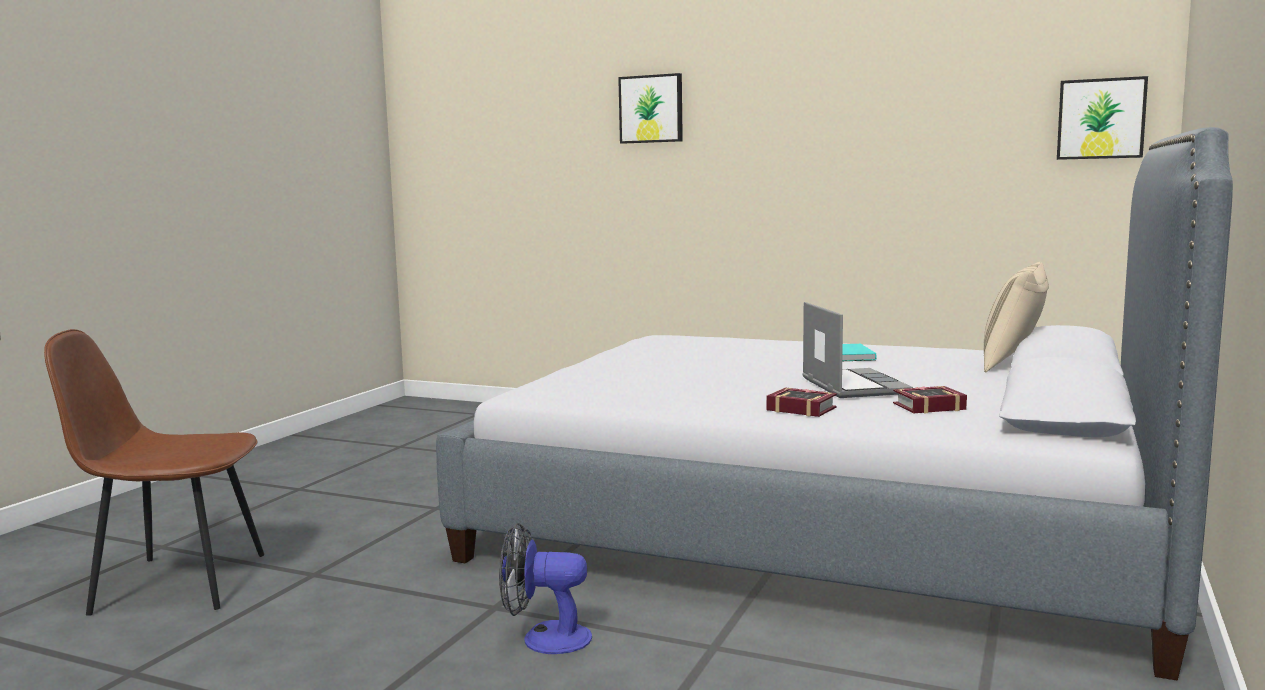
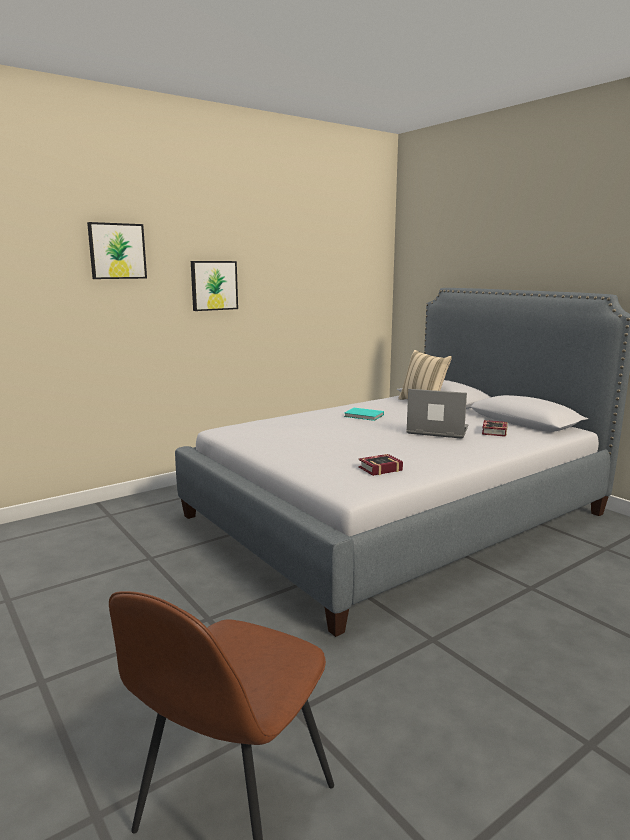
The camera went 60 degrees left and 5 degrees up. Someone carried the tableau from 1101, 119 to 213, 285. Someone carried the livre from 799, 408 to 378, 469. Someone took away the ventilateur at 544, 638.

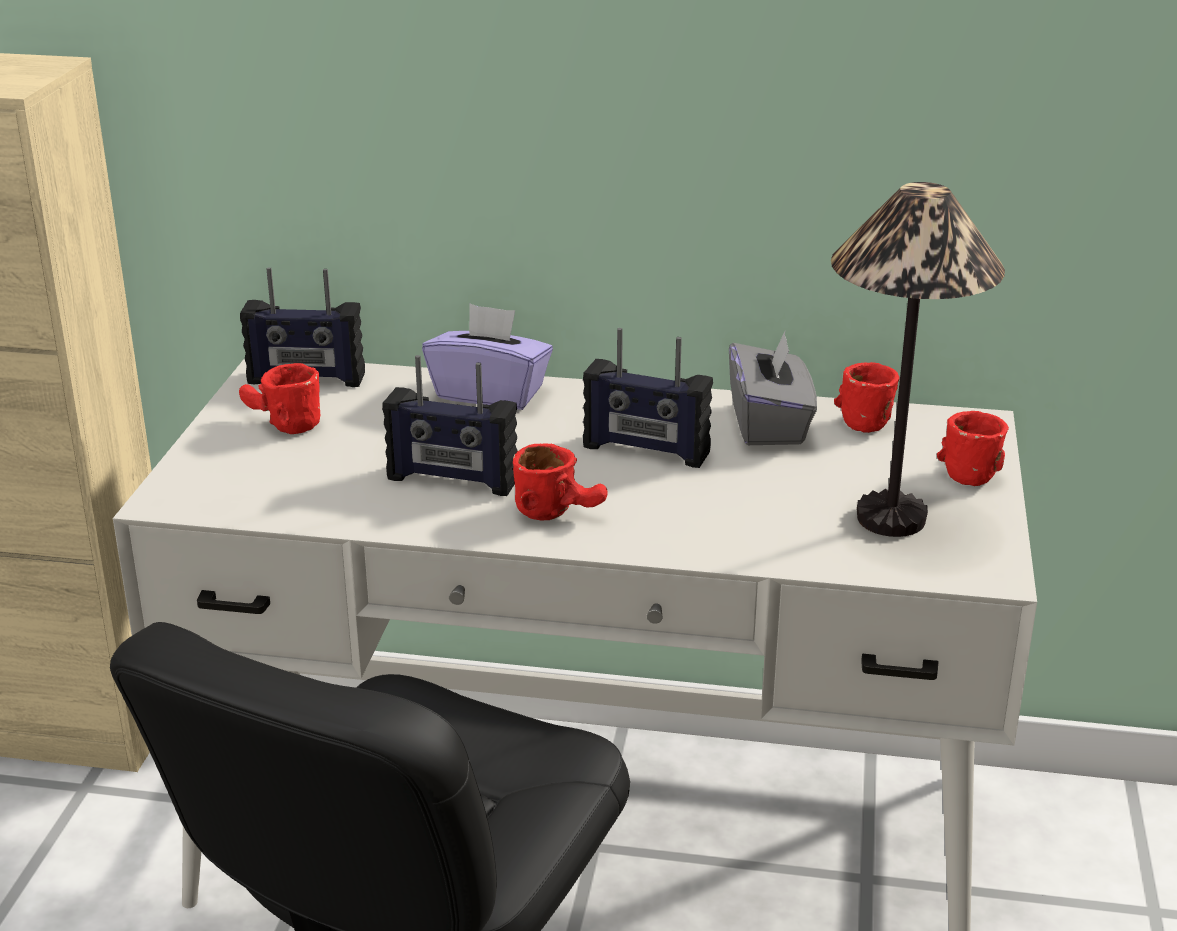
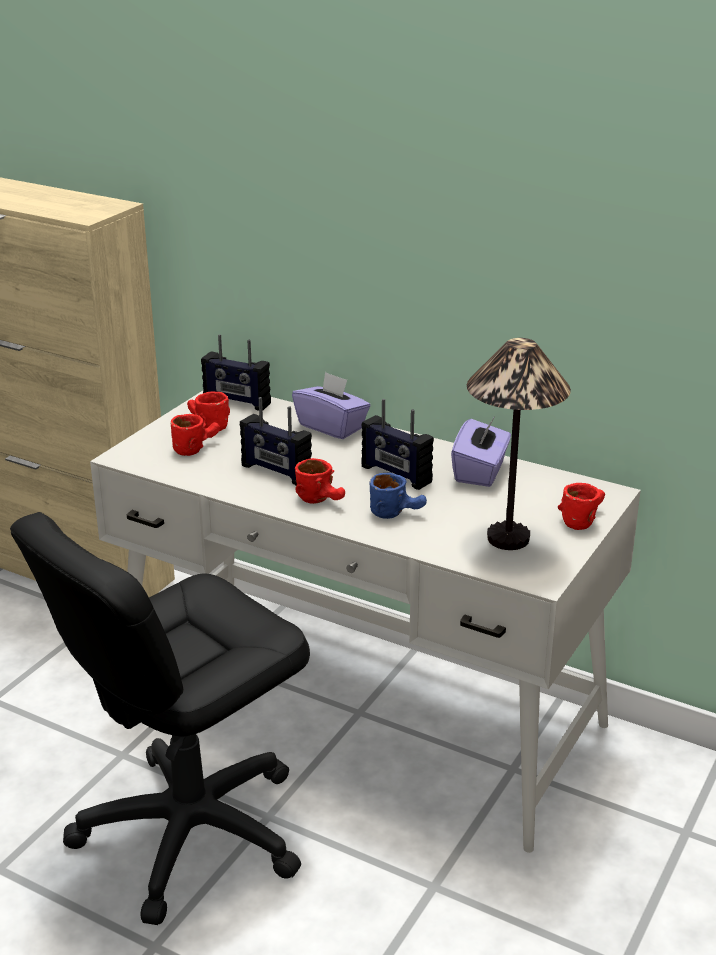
The camera went 20 degrees right and 0 degrees up. Someone carried the mug (rouge) from 869, 416 to 196, 447. Someone put down the mug (bleu) at 397, 512. Someone repainted the boîte à mouchoirs (gris) at 769, 424, which became the boîte à mouchoirs (violet) at 480, 472.

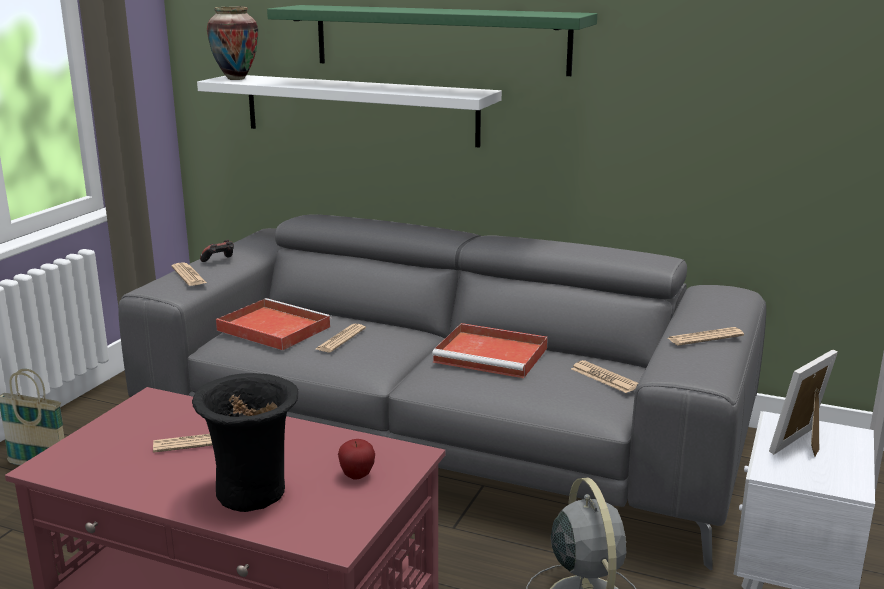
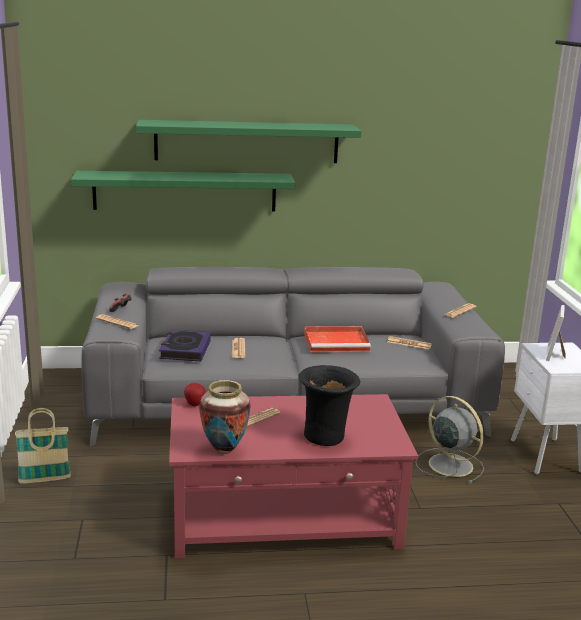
The camera went 30 degrees left and 0 degrees up. Someone repainted the étagère (blanc) at 359, 109, which became the étagère (vert) at 185, 191. Someone swapped the plateau (rouge) at 272, 328 for the livre at 185, 350. Someone carried the pomme from 357, 476 to 194, 404. Someone carried the vase from 236, 79 to 224, 450.

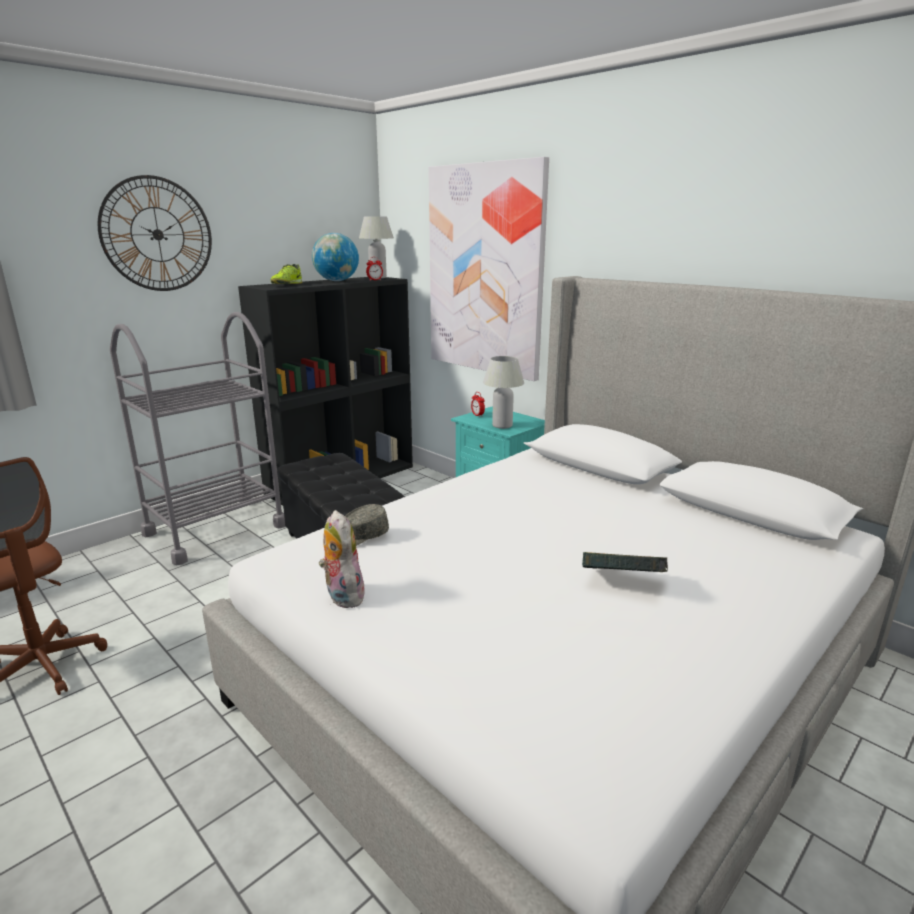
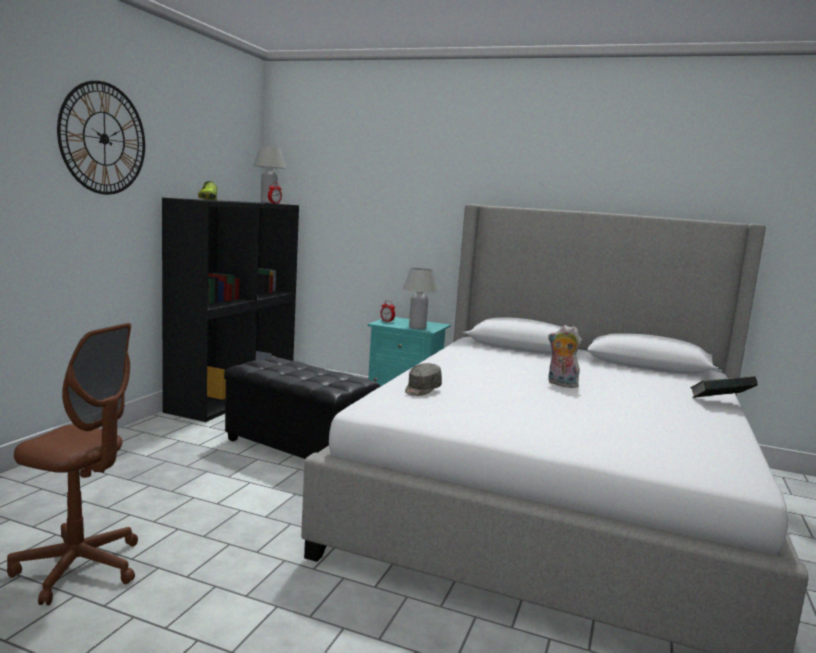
The camera went 25 degrees left and 10 degrees down. Someone carried the peluche from 342, 596 to 560, 384. Someone carried the livre from 622, 583 to 719, 403. Someone took away the chariot (gris) at 215, 529. Someone took away the globe at 336, 281. Someone took away the tableau at 485, 271.

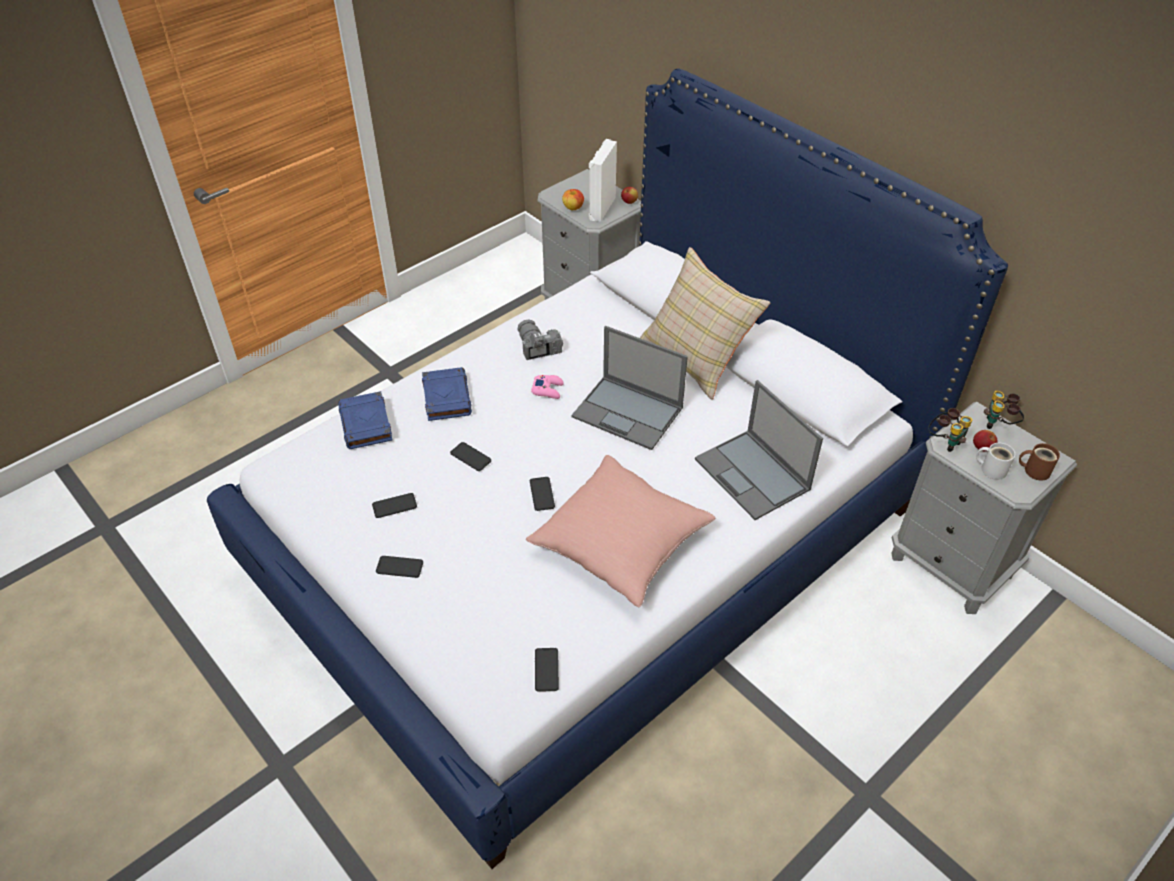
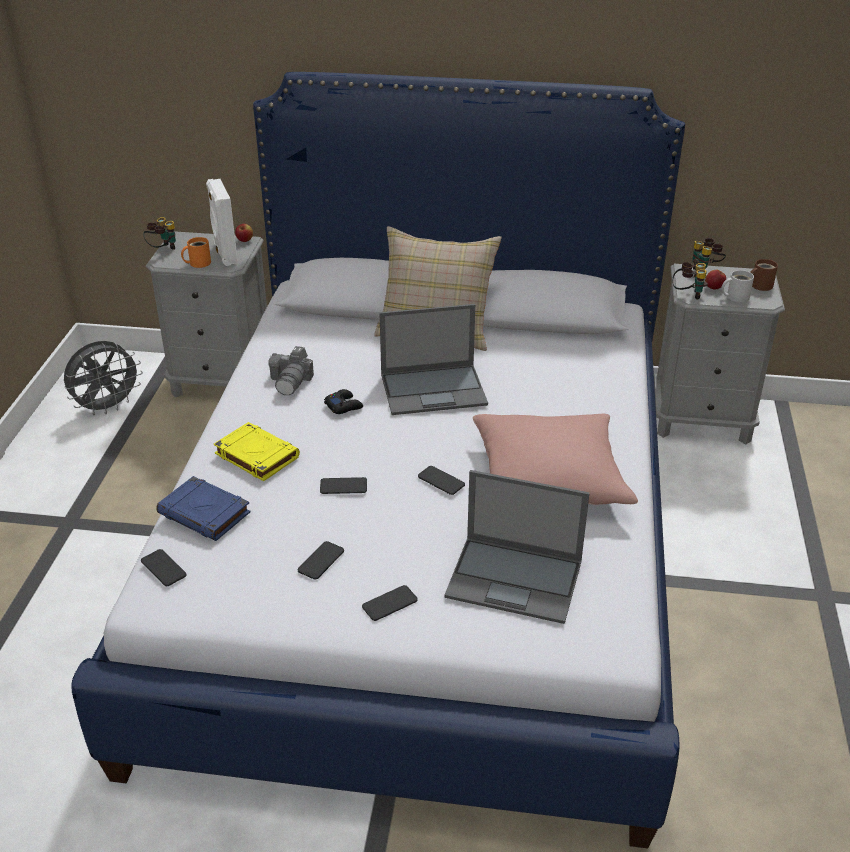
The camera went 40 degrees left and 10 degrees down. Someone put down the ventilateur (gris) at 107, 407. Someone carried the téléphone from 546, 670 to 163, 568. Someone put down the jumelles at 162, 250. Someone swapped the pomme at 573, 208 for the mug (orange) at 198, 263. Someone repainted the livre (bleu) at 446, 397, which became the livre (jaune) at 256, 455. Someone rotated the appareil photo at 537, 348 by 105 degrees counterclockwise. Someone repainted the manette (rose) at 548, 389, which became the manette (noir) at 343, 406. Someone carried the ordinateur portable from 753, 475 to 516, 579.

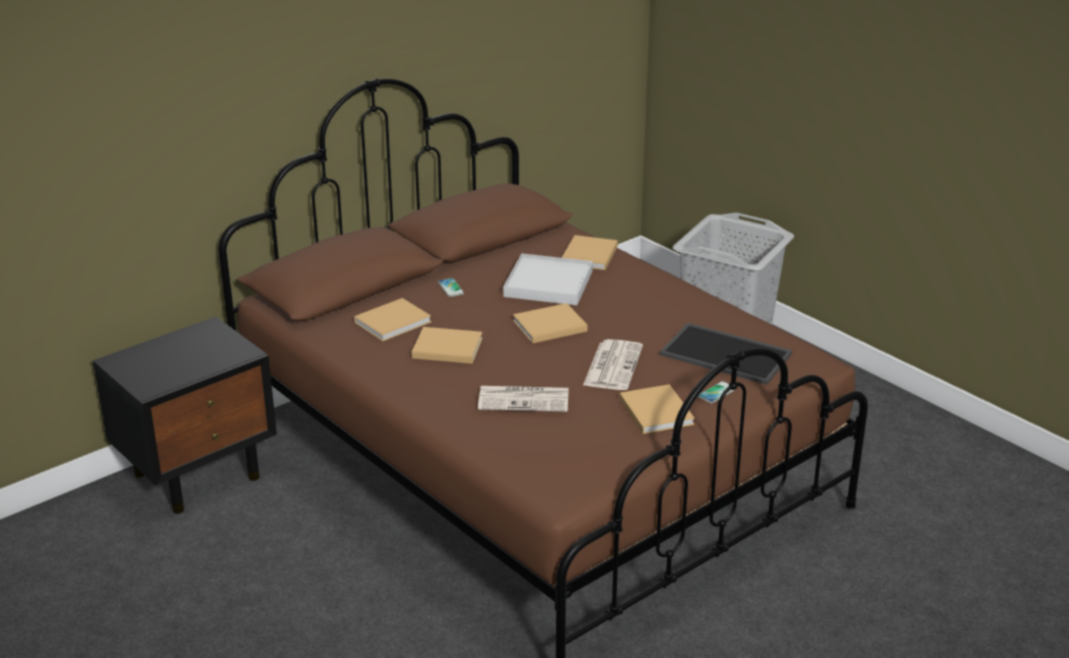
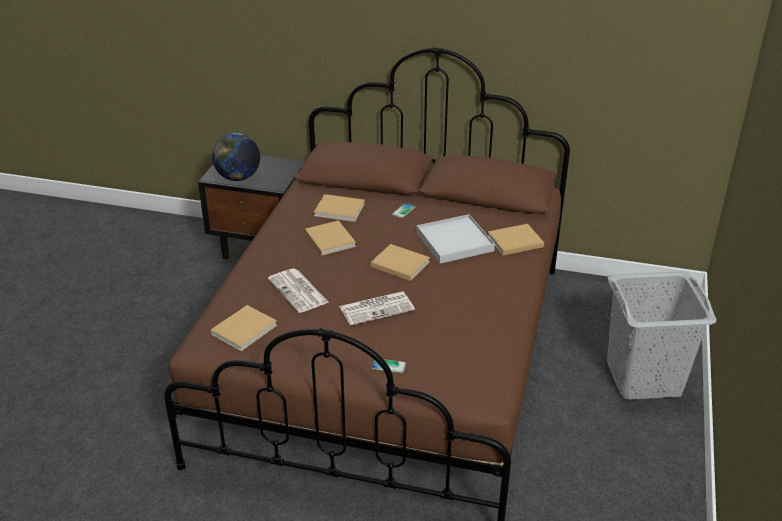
The camera went 55 degrees right and 5 degrees up. Someone carried the livre (beige) from 655, 410 to 245, 329. Someone put down the globe at 238, 178. Someone took away the plateau at 727, 353.

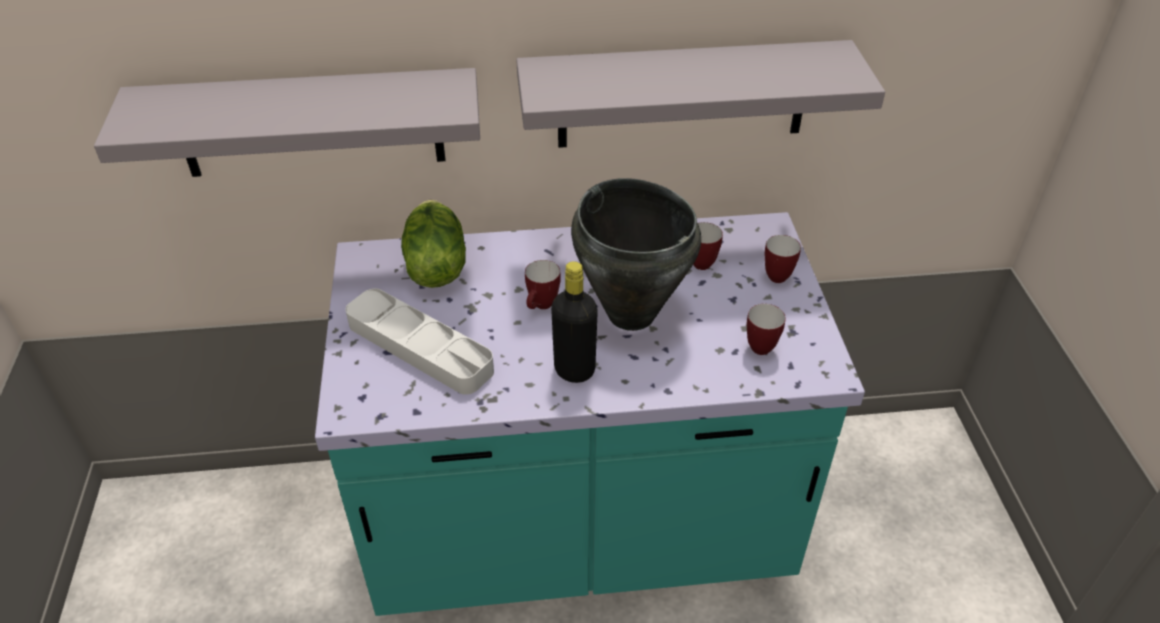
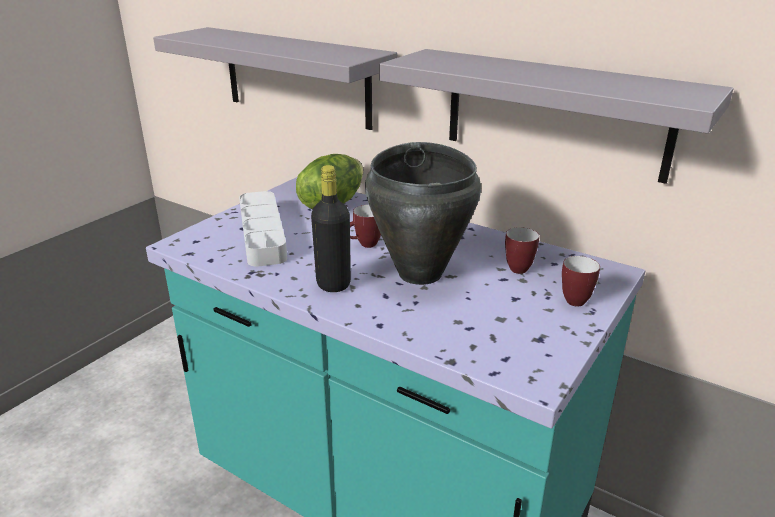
The camera went 40 degrees right and 15 degrees down. Someone took away the mug at 760, 344.

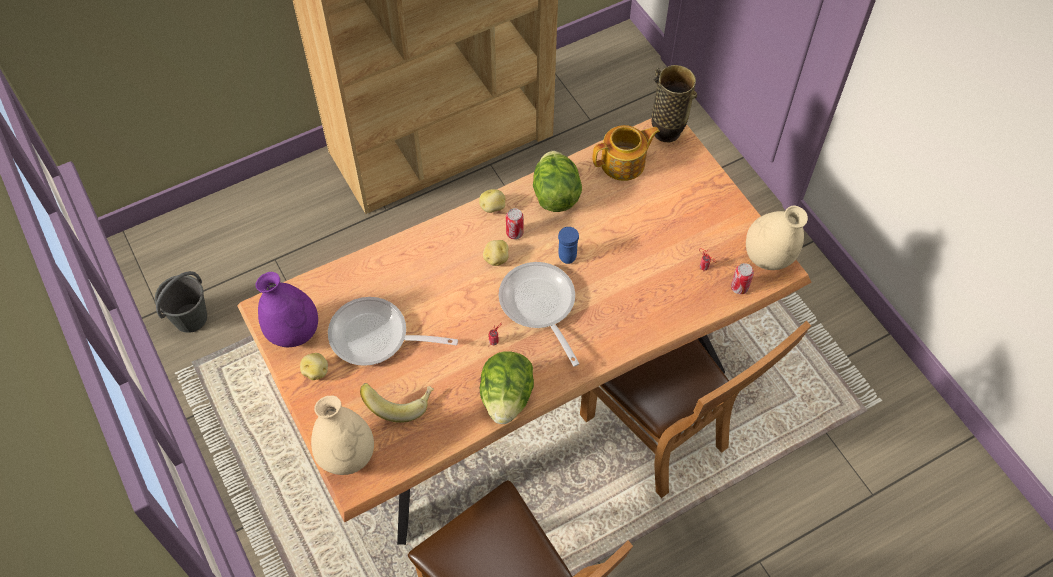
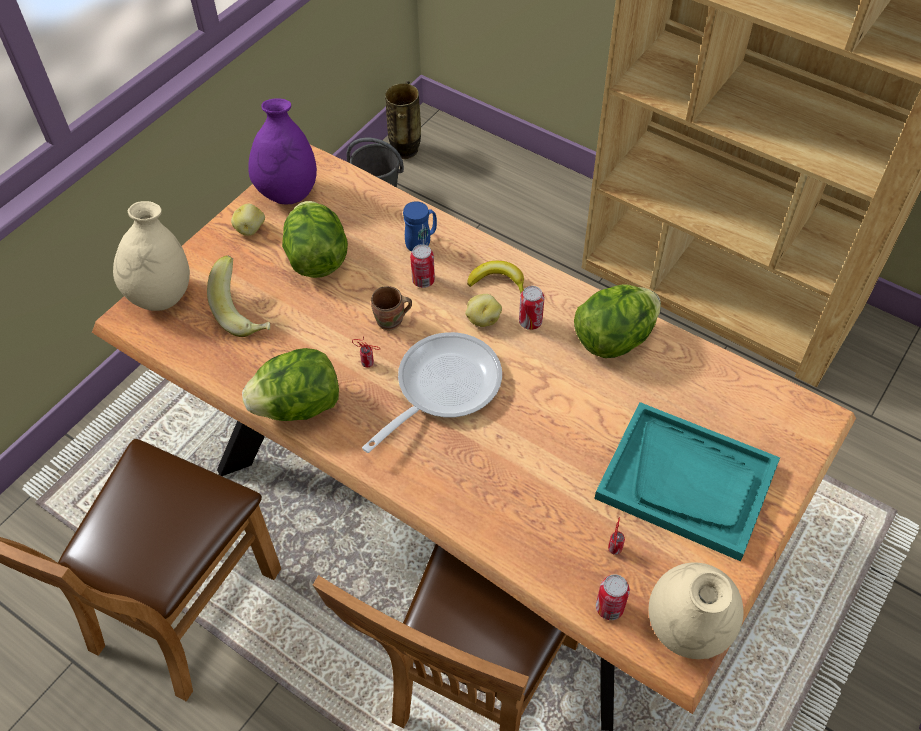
The camera went 65 degrees right and 5 degrees down. Someone swapped the poêle at 376, 337 for the laitue at 317, 259. Someone put down the mug (marron) at 391, 322. Someone carried the vase from 666, 131 to 406, 151. Someone carried the mug (bleu) from 566, 253 to 422, 243. Someone put down the boîte métallique at 423, 281. Someone put down the banane at 497, 281. Someone put down the plateau (turquoise) at 687, 481. Someone took away the pomme de terre at 493, 207. Someone took away the théière at 624, 163.

